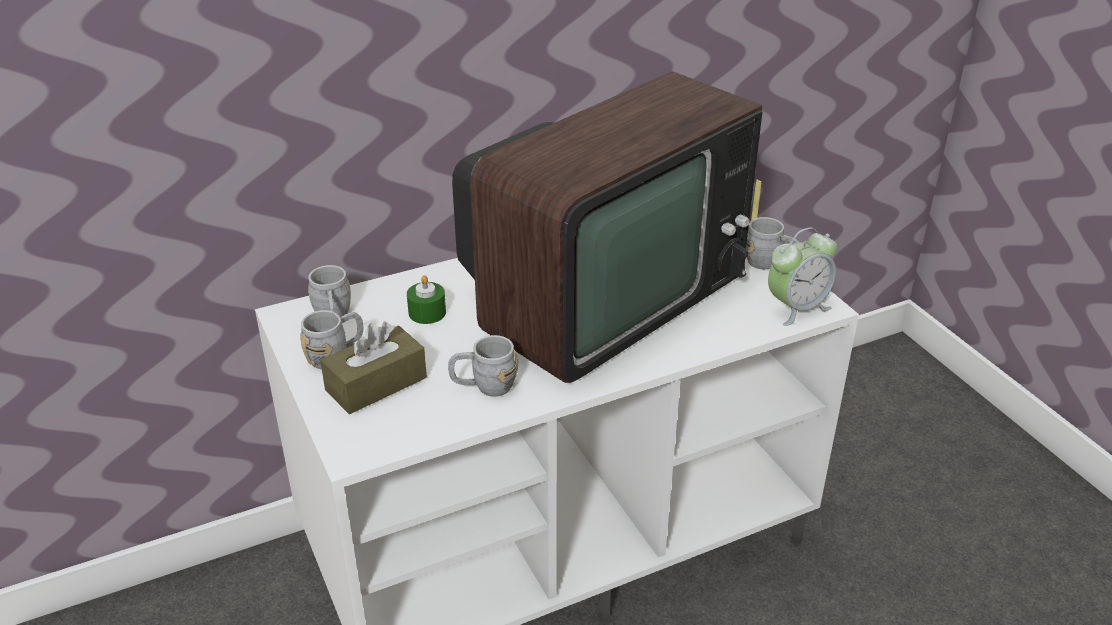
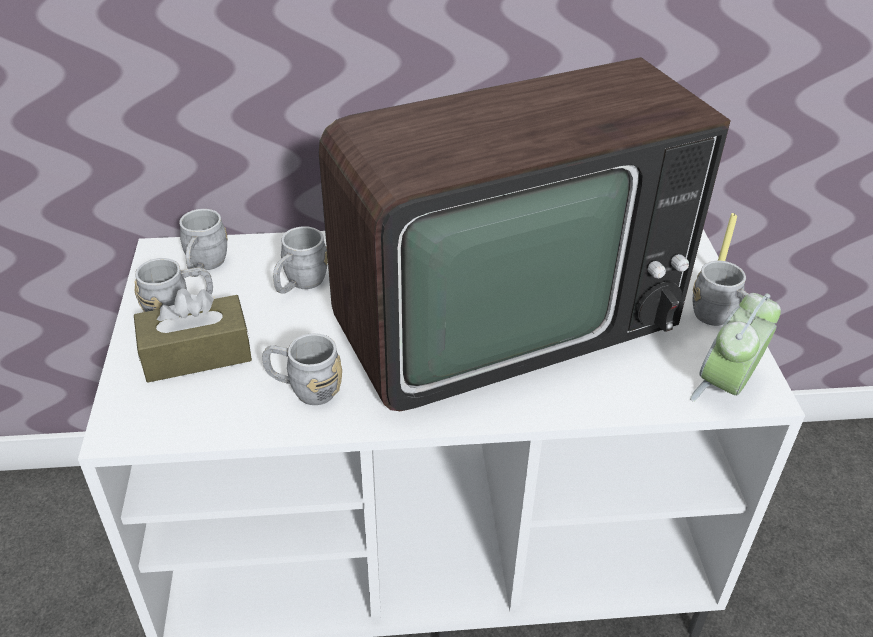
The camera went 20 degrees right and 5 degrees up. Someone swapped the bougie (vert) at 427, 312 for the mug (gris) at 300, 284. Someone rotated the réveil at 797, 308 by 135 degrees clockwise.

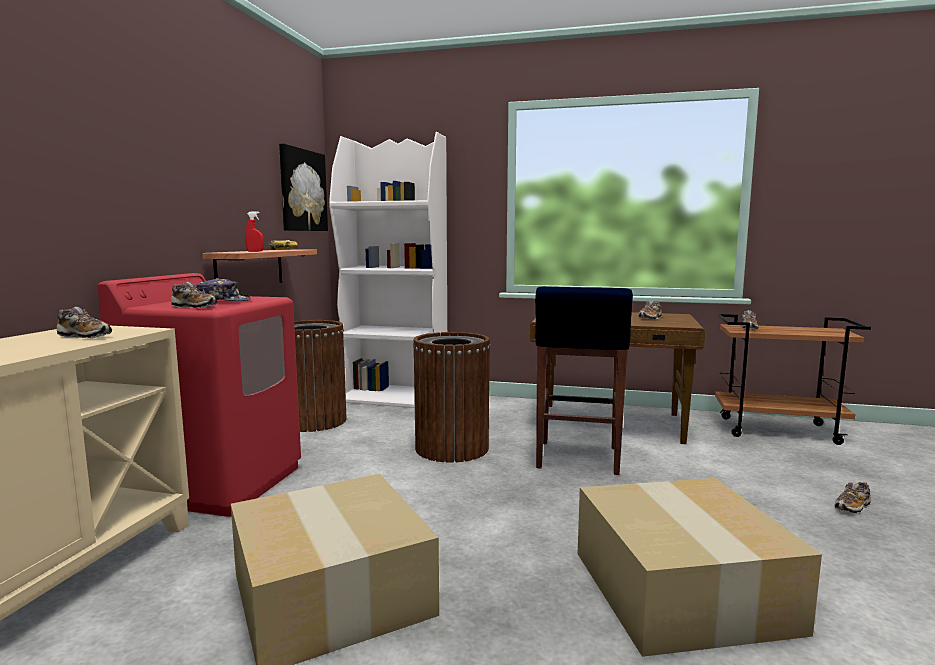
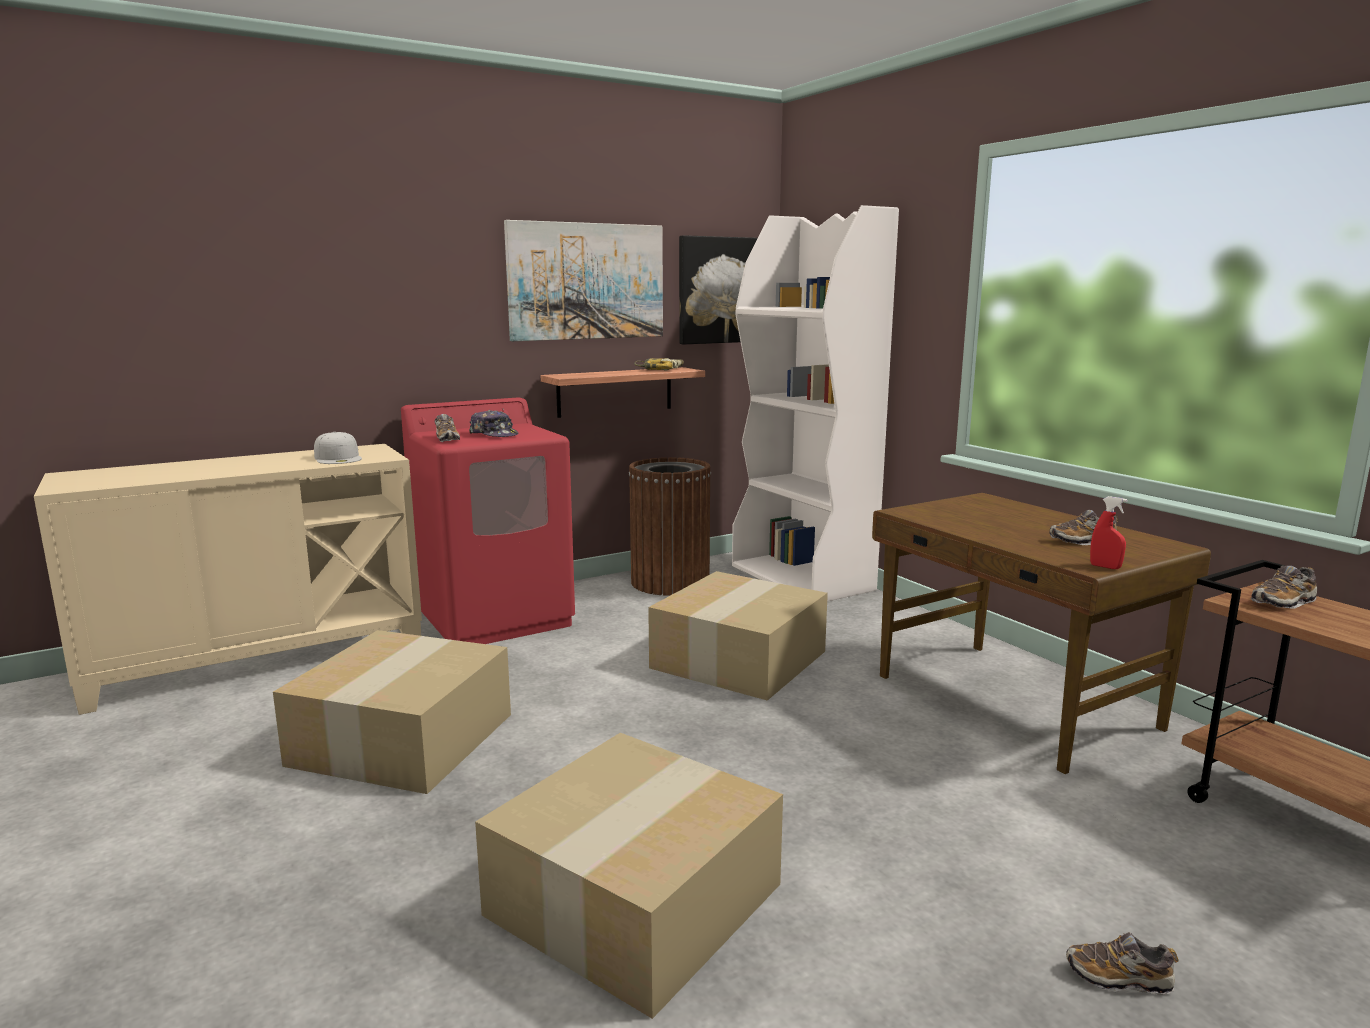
The camera went 45 degrees right and 5 degrees up. Someone swapped the chaussure at 85, 336 for the casquette (blanc) at 338, 458. Someone put up the tableau at 586, 281. Someone swapped the poubelle (marron) at 451, 448 for the carton at 738, 658. Someone carried the vaporisateur (rouge) from 255, 251 to 1105, 567. Someone took away the tabouret (bleu) at 577, 458.

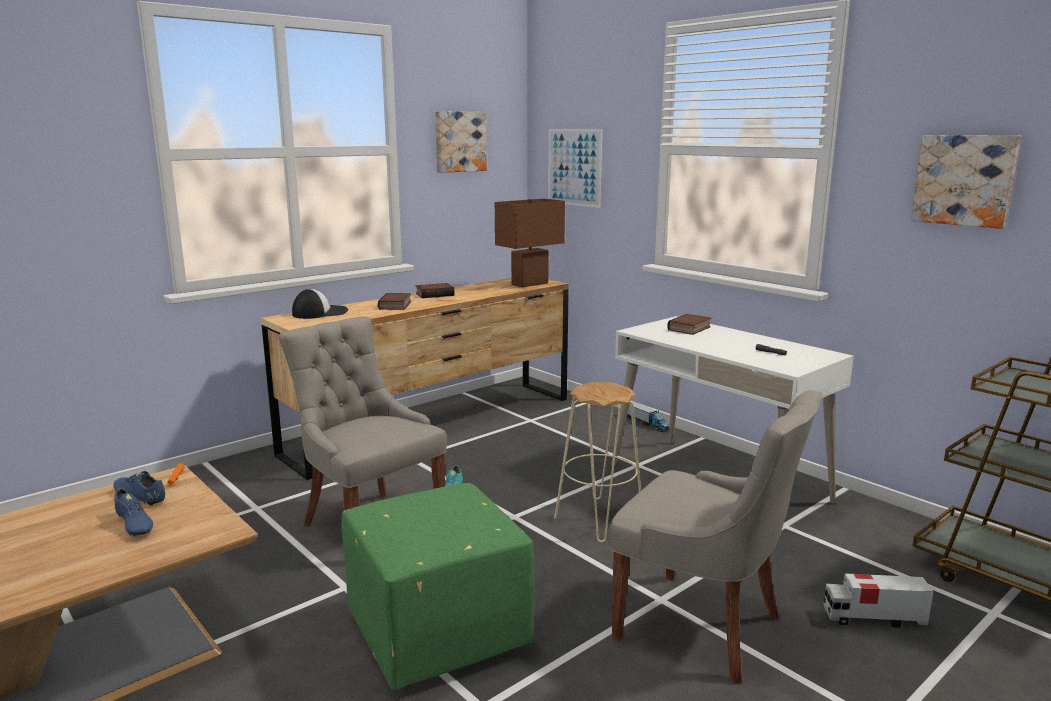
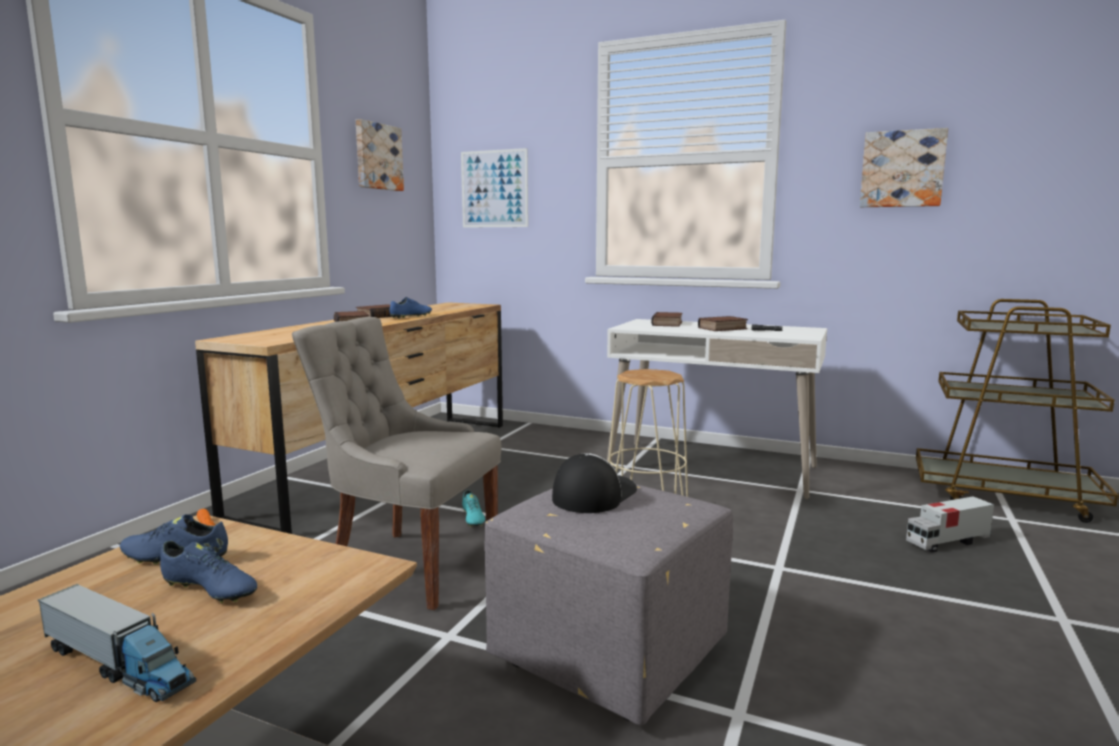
The camera went 25 degrees left and 5 degrees down. Someone carried the camion jouet from 645, 423 to 118, 665. Someone put down the chaussure (bleu) at 411, 316. Someone repainted the pouf (vert) at 435, 634, which became the pouf (gris) at 606, 655. Someone carried the casquette from 320, 313 to 593, 494. Someone put down the livre at 722, 328. Someone took away the lampe de table (marron) at 529, 284. Someone took away the chaise (gris) at 703, 627.

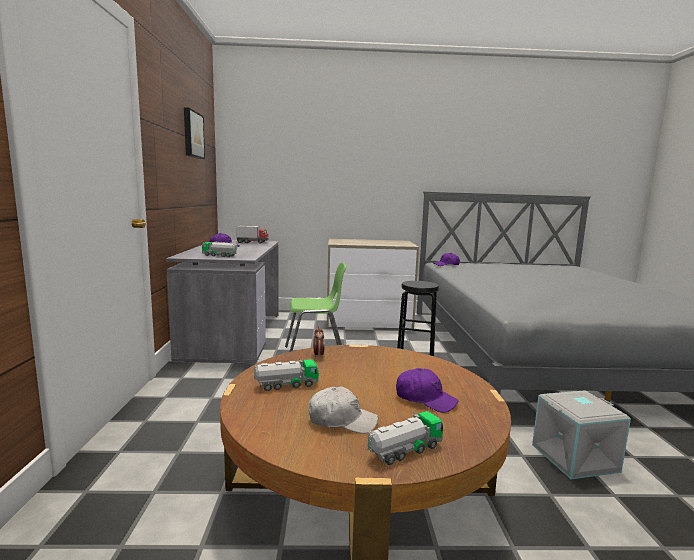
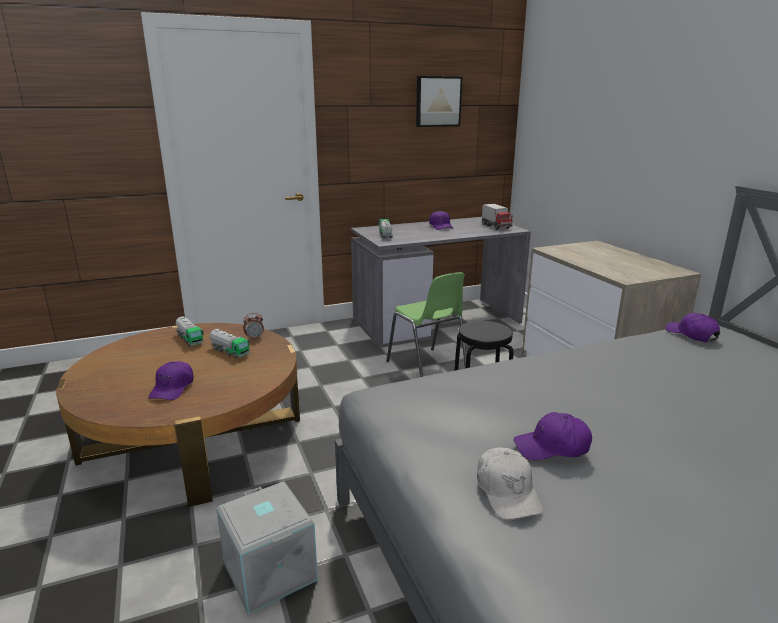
The camera went 70 degrees right and 10 degrees up. Someone carried the camion jouet from 404, 451 to 230, 351. Someone carried the casquette (blanc) from 342, 420 to 507, 492. Someone put down the casquette (violet) at 552, 447.

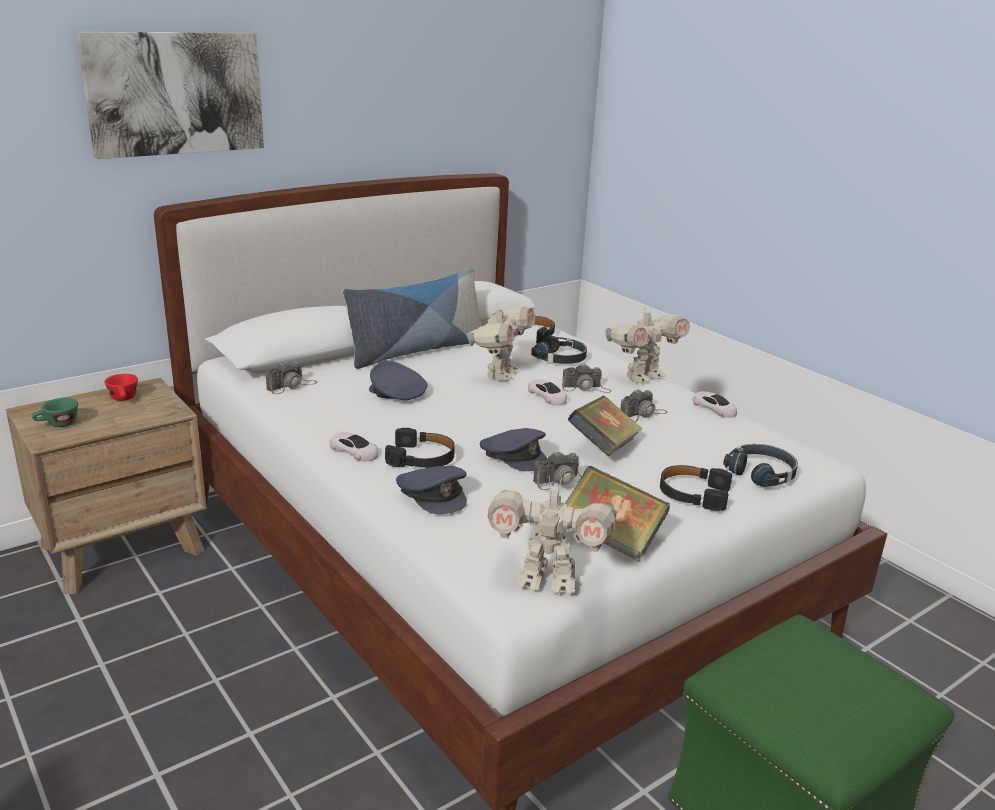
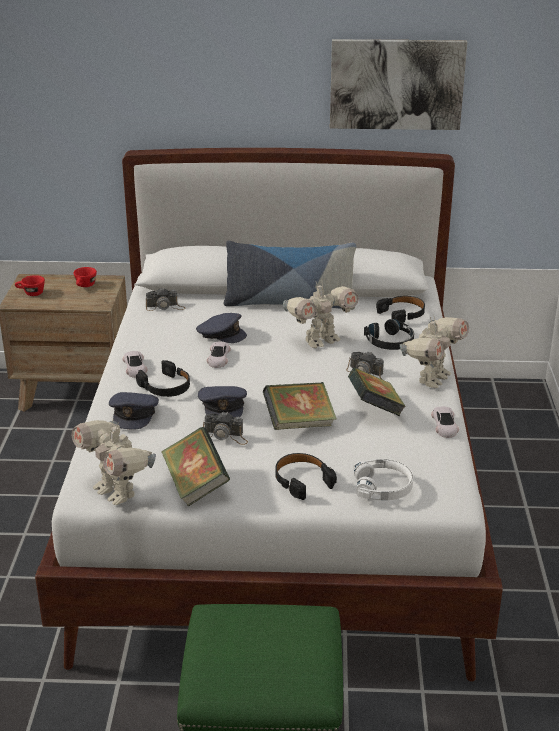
The camera went 40 degrees right and 5 degrees up. Someone repainted the tasse (vert) at 57, 424, which became the tasse (rouge) at 30, 293. Someone rotated the casquette (gris) at 396, 393 by 120 degrees clockwise. Someone carried the petite voiture (blanc) from 547, 396 to 218, 358. Someone carried the tableau from 175, 93 to 396, 84. Someone swapped the appareil photo at 643, 414 for the livre at 375, 409. Someone repainted the casque audio (noir) at 762, 473, which became the casque audio (blanc) at 383, 487. Someone rotated the robot jouet at 642, 377 by 60 degrees counterclockwise.

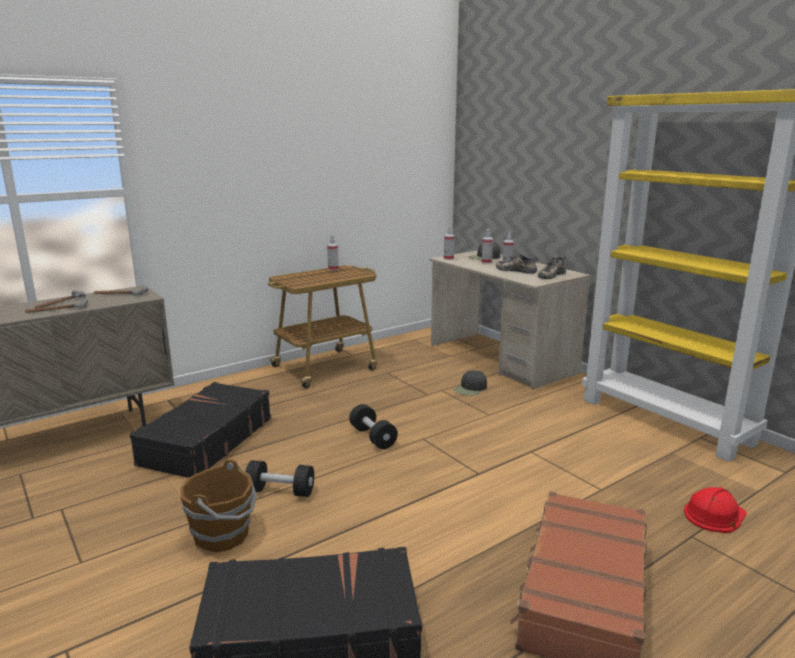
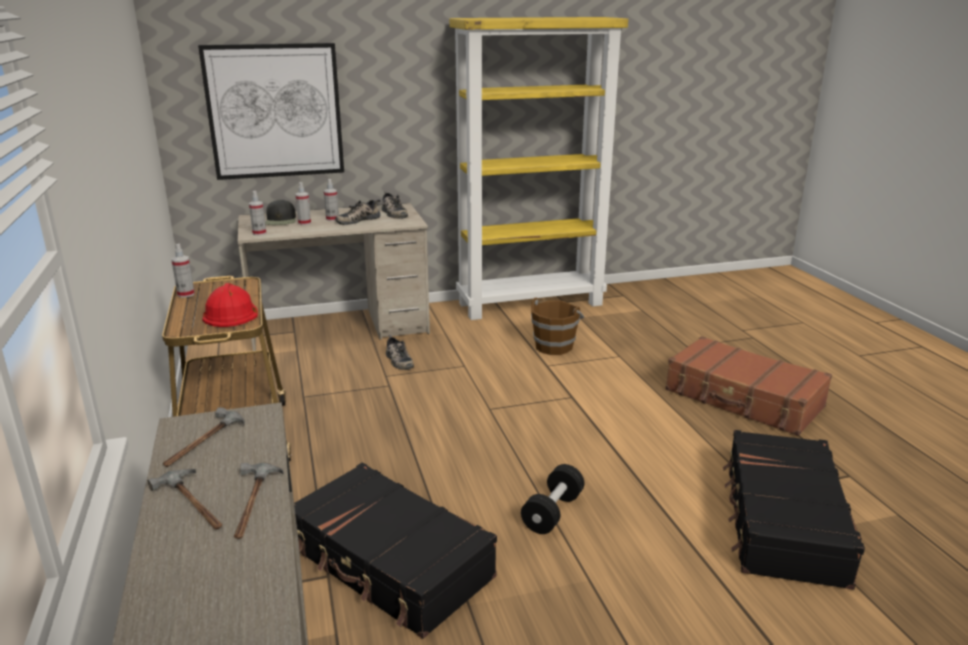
The camera went 70 degrees left and 5 degrees up. Someone put up the tableau at 275, 111. Someone carried the casque de chantier (rouge) from 714, 514 to 230, 313. Someone swapped the casquette (noir) at 470, 389 for the chaussure at 398, 360. Someone carried the seau (marron) from 223, 535 to 554, 346. Someone took away the haltère (noir) at 373, 437.

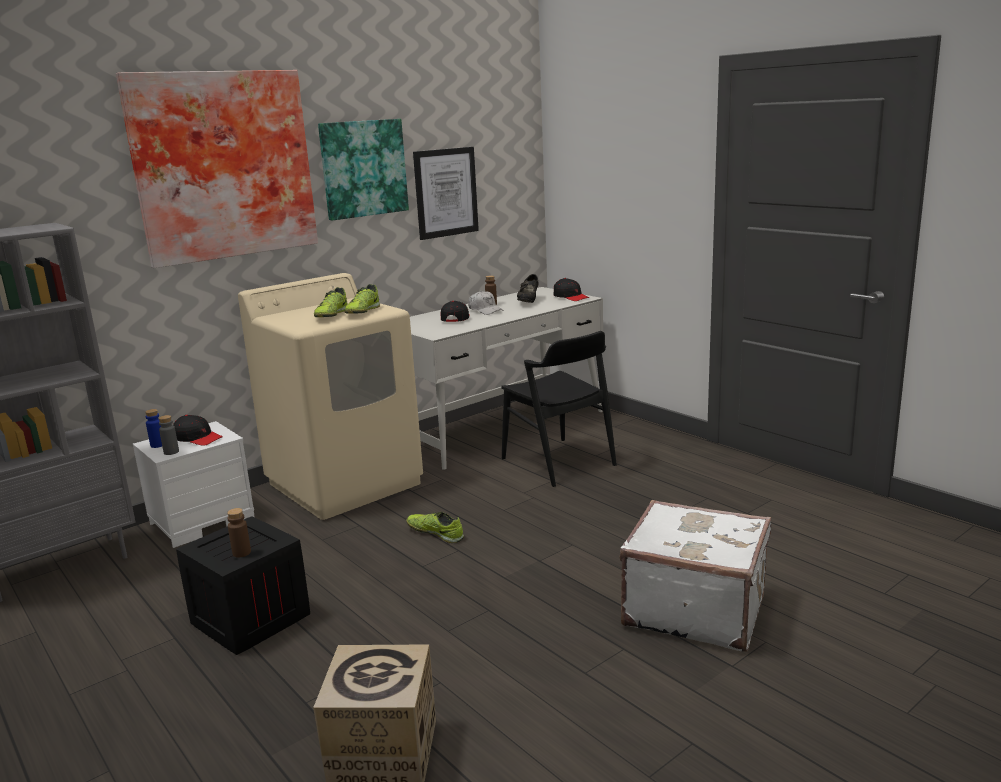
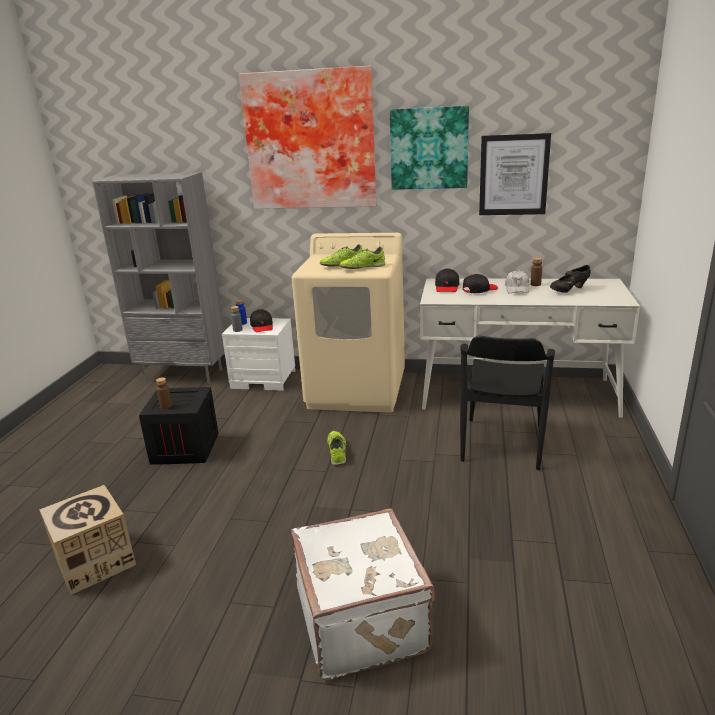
The camera went 50 degrees right and 5 degrees up. Someone carried the casquette (noir) from 571, 297 to 447, 287.

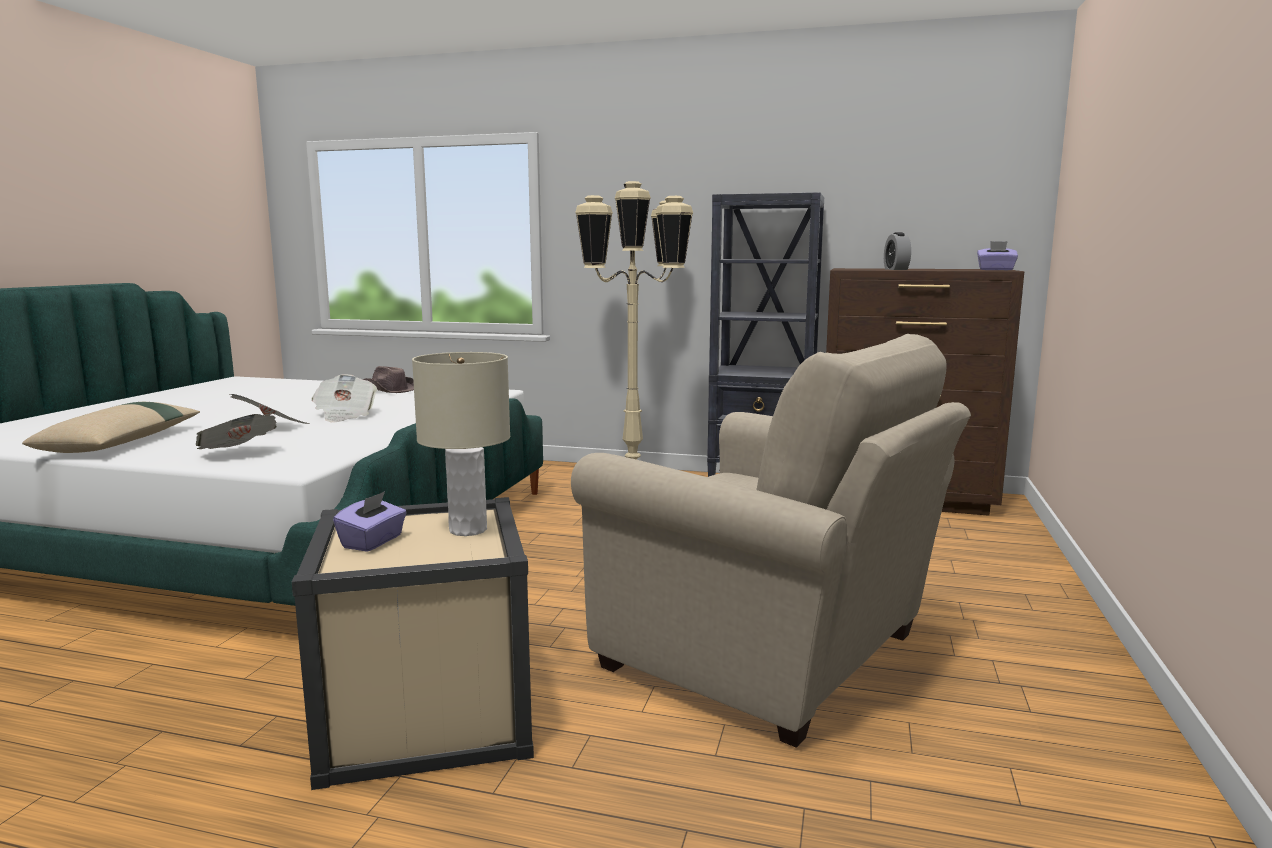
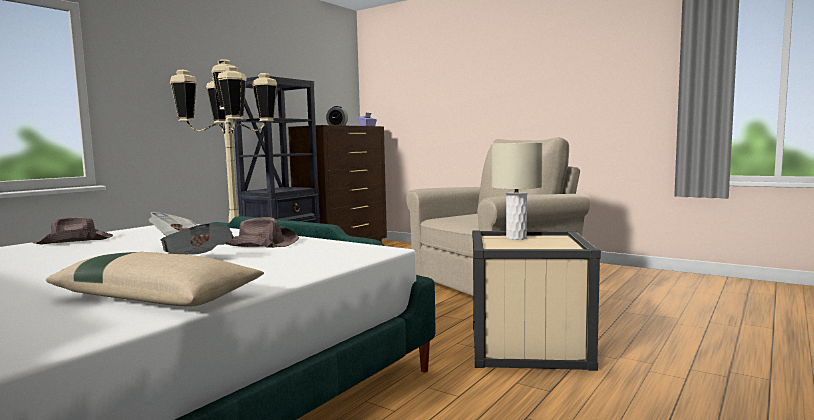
The camera went 70 degrees left and 5 degrees down. Someone put down the chapeau (marron) at 261, 243. Someone took away the journal at 238, 453. Someone took away the boîte à mouchoirs (violet) at 373, 542.

